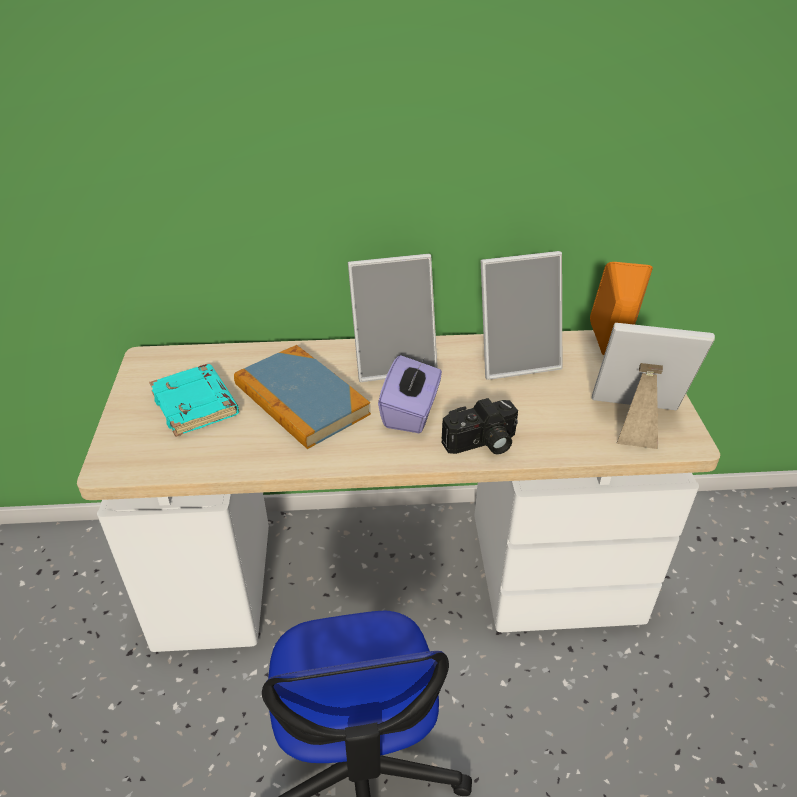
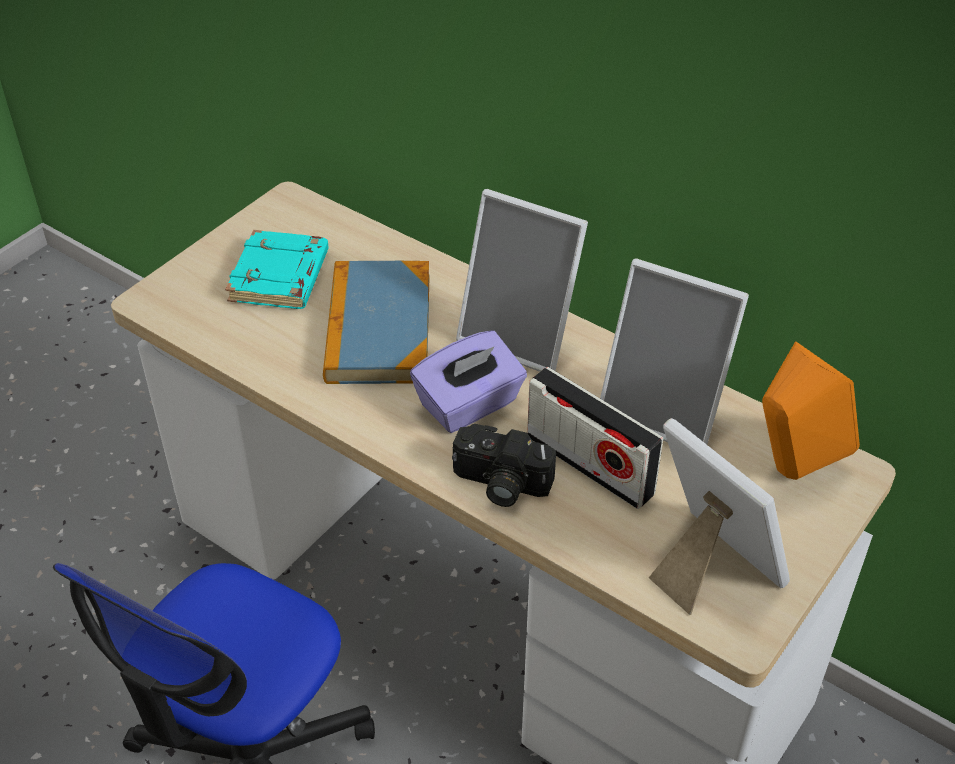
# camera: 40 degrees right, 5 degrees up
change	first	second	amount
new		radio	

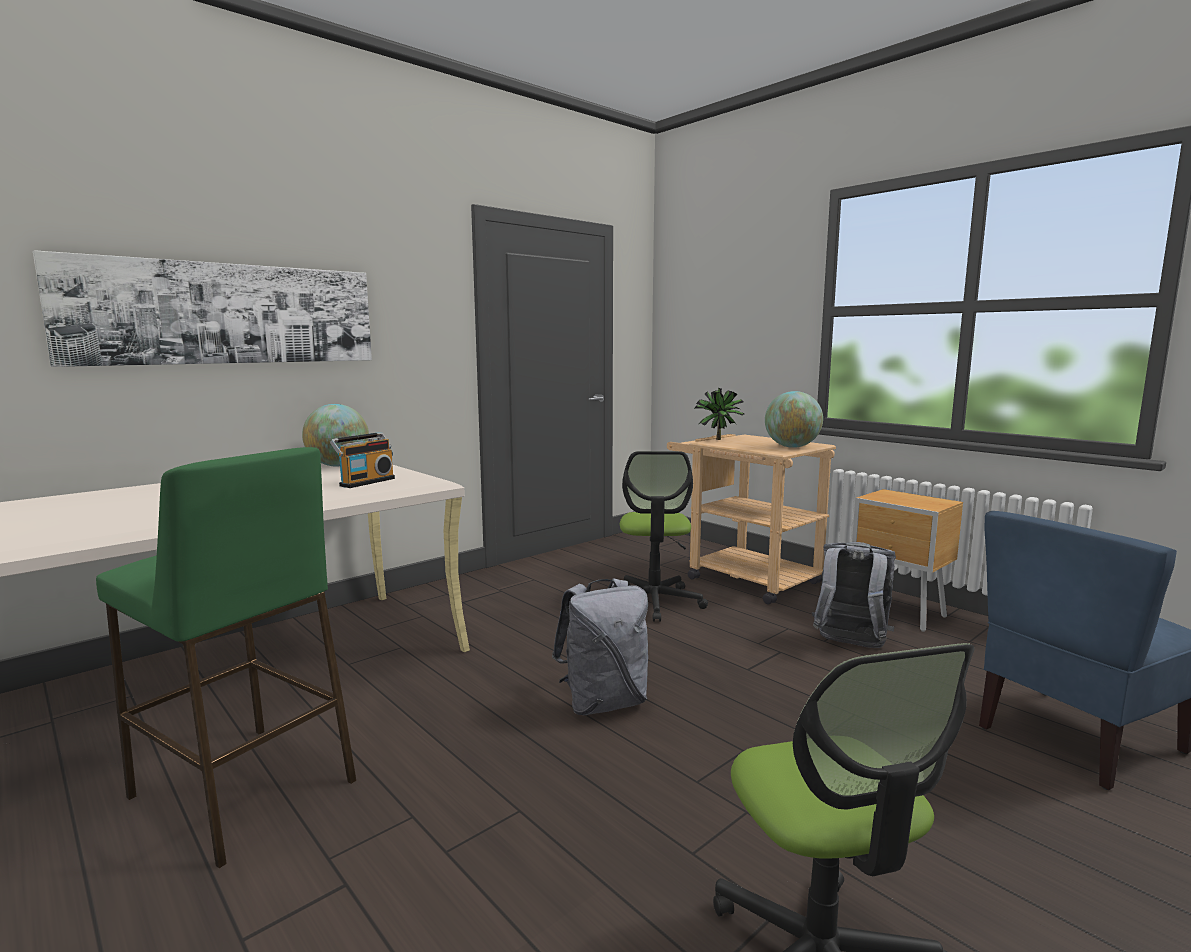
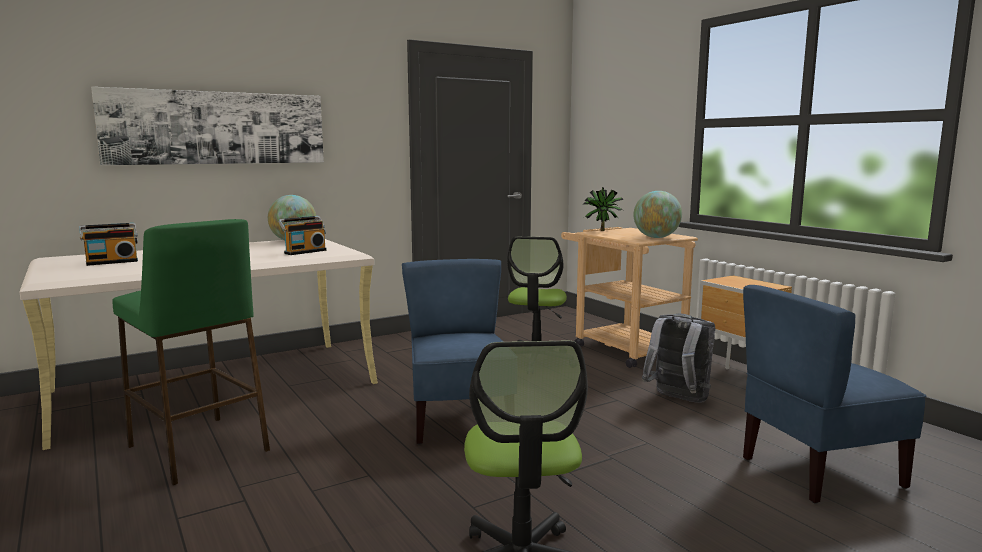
# camera: 10 degrees right, 0 degrees up
change	first	second	amount
new		radio (no. 1 from left)	
swapped	backpack (grey) (no. 1 from left)	chair (blue) (no. 1 from left)	

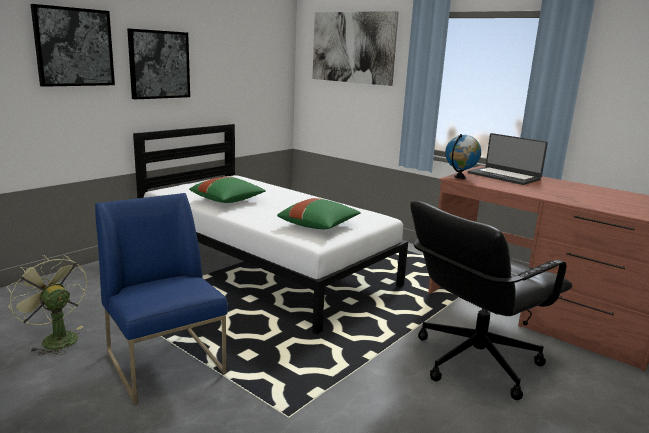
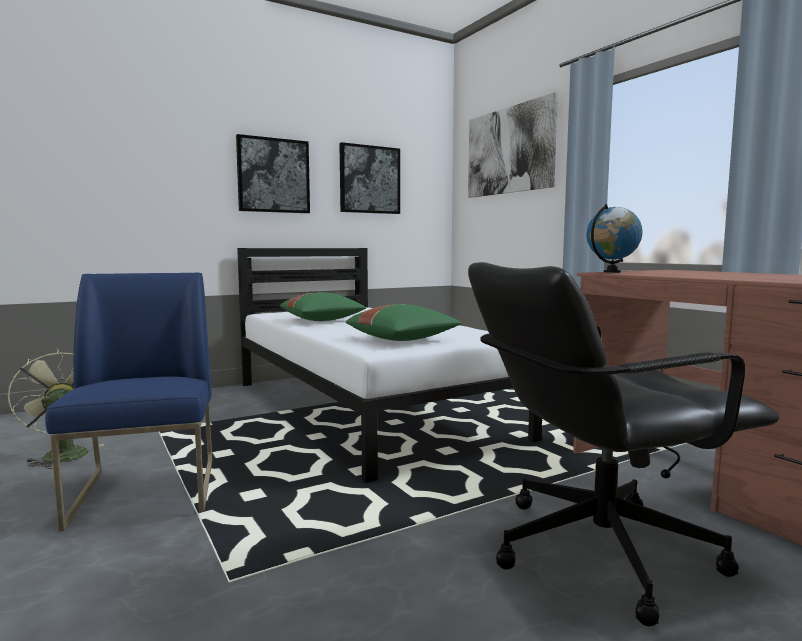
# camera: 20 degrees right, 10 degrees down
change	first	second	amount
gone	laptop		
shifted	picture (no. 1 from left in the first image)	picture (no. 2 from left)	

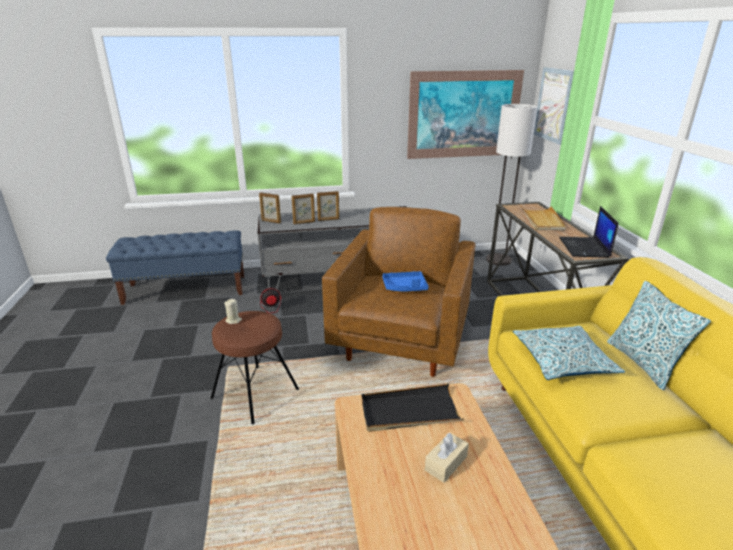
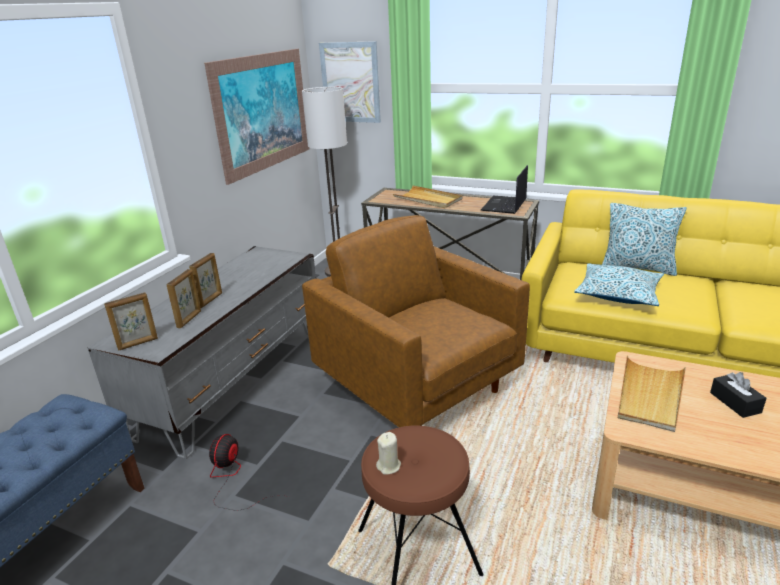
# camera: 55 degrees left, 0 degrees up
change	first	second	amount
gone	tray (blue)		
repainted	tray (black)	tray (beige) (no. 2 from left)	
repainted	tissue box (beige)	tissue box (black)	
rotated	laptop		75 degrees clockwise

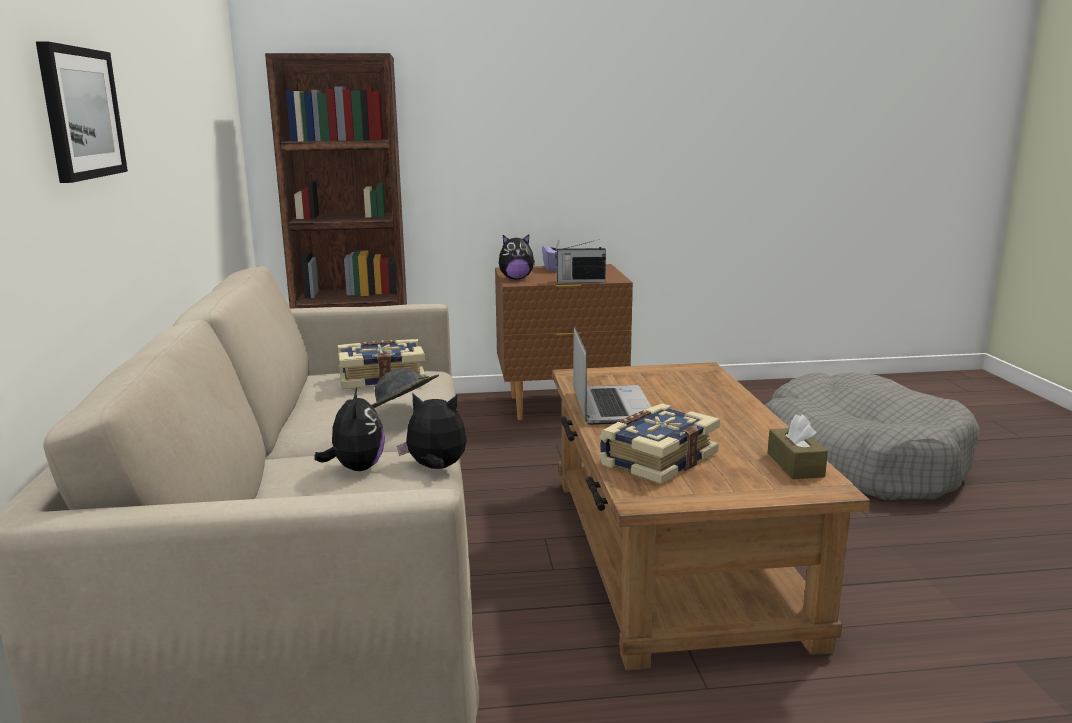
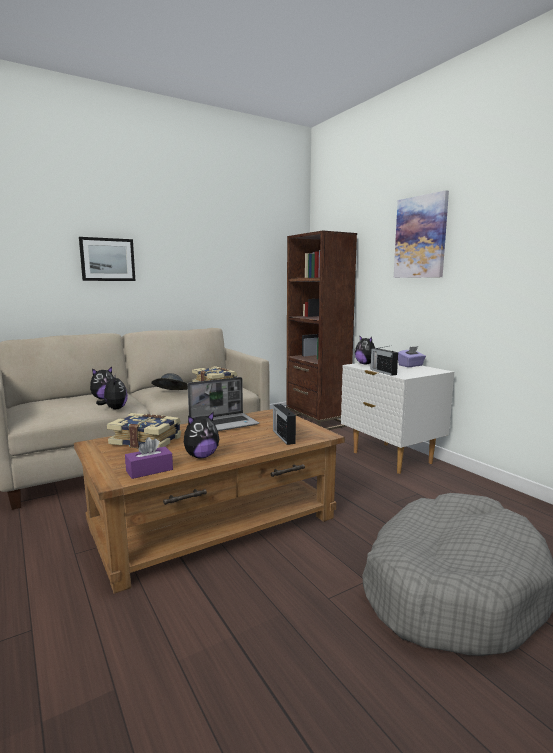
# camera: 65 degrees right, 5 degrees down
change	first	second	amount
new		plush toy (no. 3 from left)	
new		radio (no. 1 from left)	
new		picture (no. 2 from left)	
repainted	nightstand (brown)	nightstand (white)	
repainted	tissue box (brown)	tissue box (purple) (no. 1 from left)	

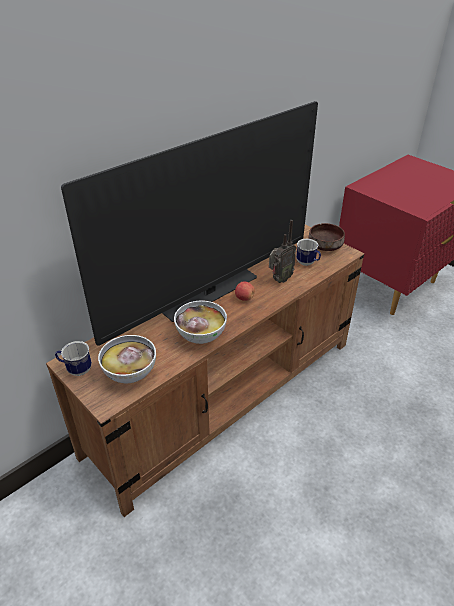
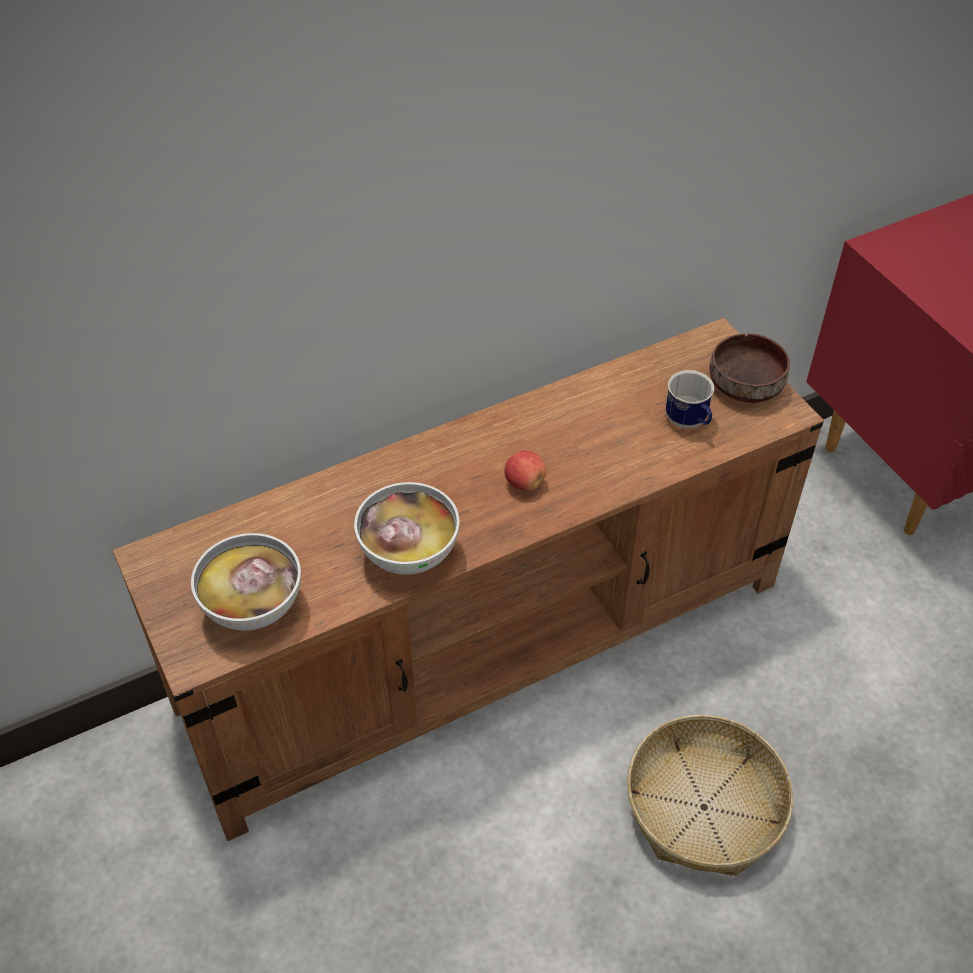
# camera: 15 degrees right, 10 degrees up
change	first	second	amount
gone	mug (no. 1 from left)		
gone	television		
gone	radio		
new		basket	

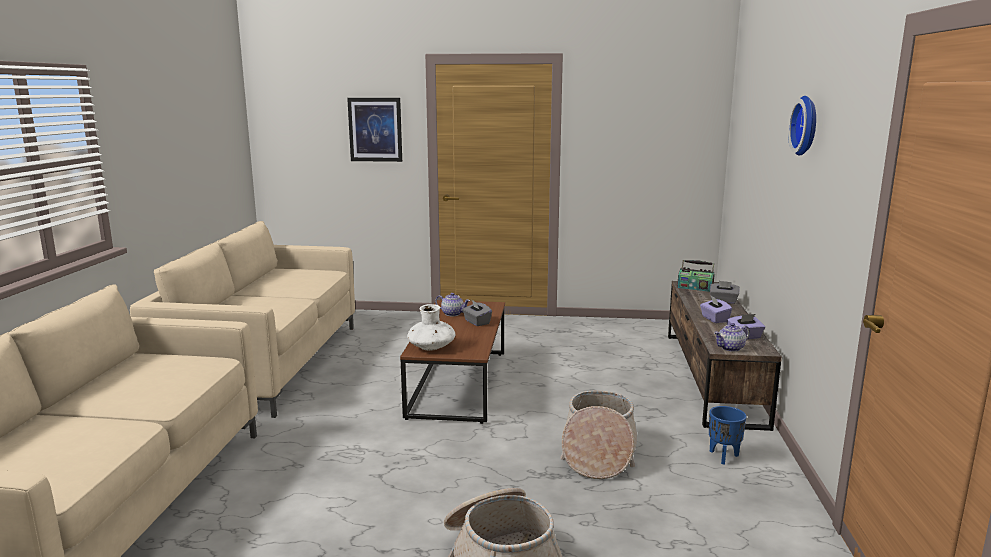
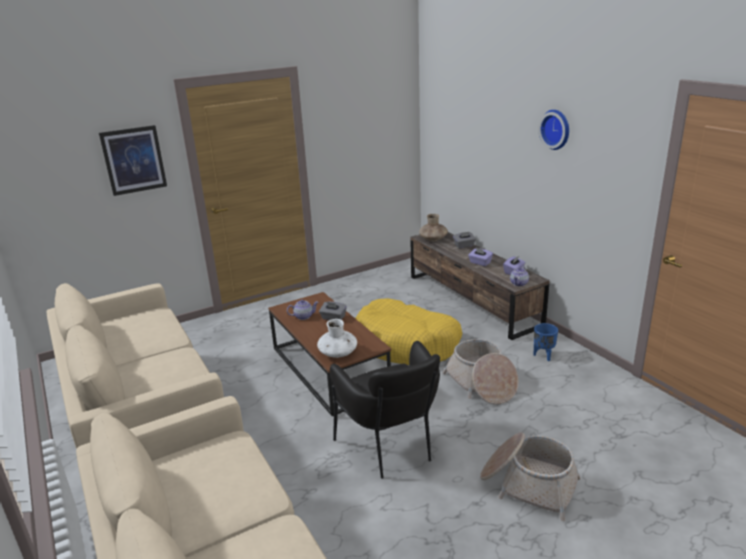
# camera: 35 degrees left, 10 degrees up
change	first	second	amount
new		armchair (black)	
new		dog bed (yellow)	
swapped	radio	vase (brown)	

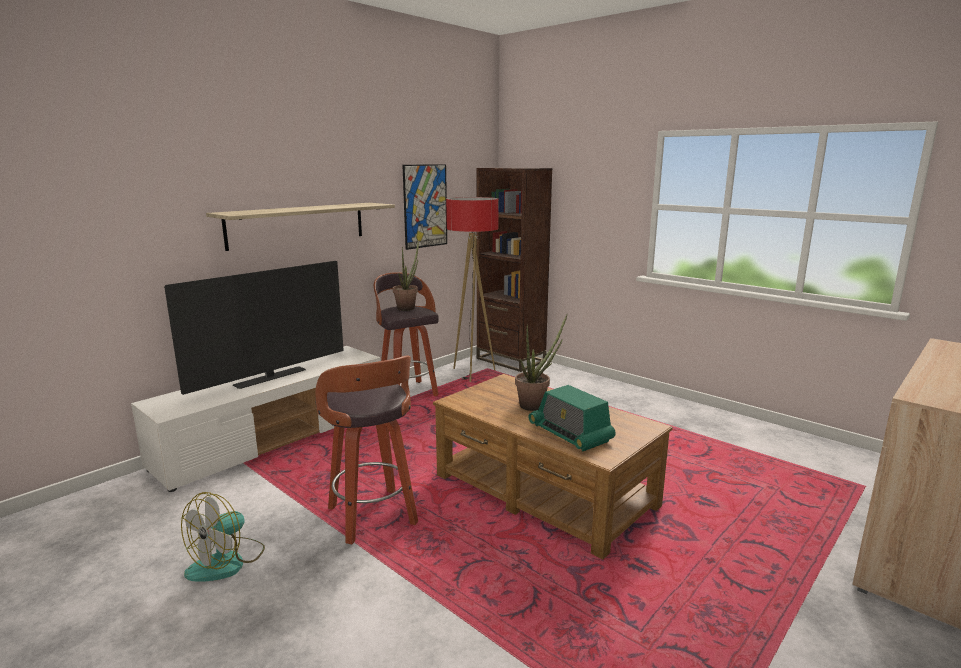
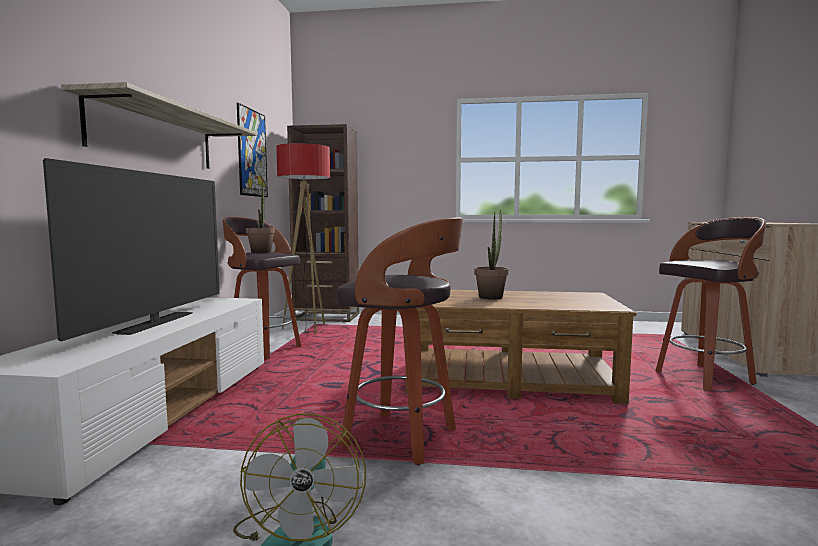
# camera: 35 degrees left, 10 degrees down
change	first	second	amount
gone	radio		
new		stool (no. 3 from left)	

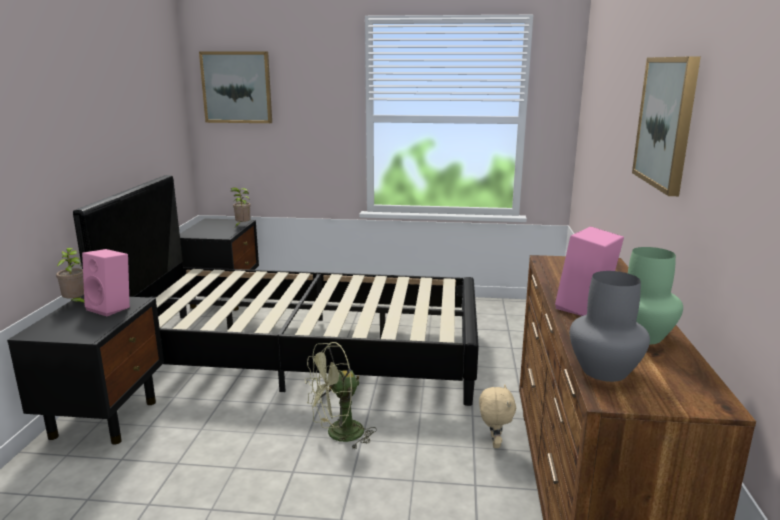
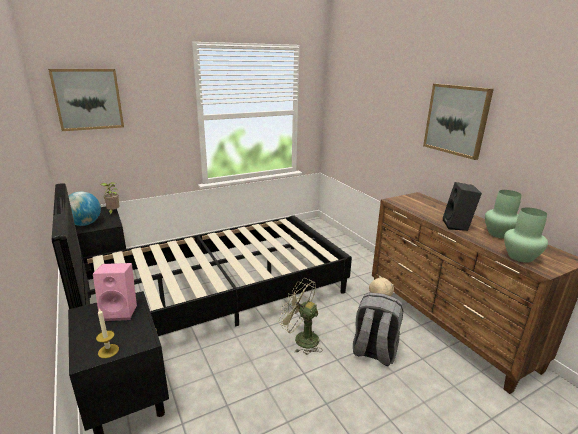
# camera: 35 degrees left, 5 degrees up
change	first	second	amount
gone	potted plant (no. 1 from left)		
new		globe	
new		candle	
new		backpack (grey)	
repainted	speaker (pink) (no. 2 from left)	speaker (black)	
repainted	vase (grey)	vase (green) (no. 2 from left)	
rotated	fan (green)		90 degrees clockwise

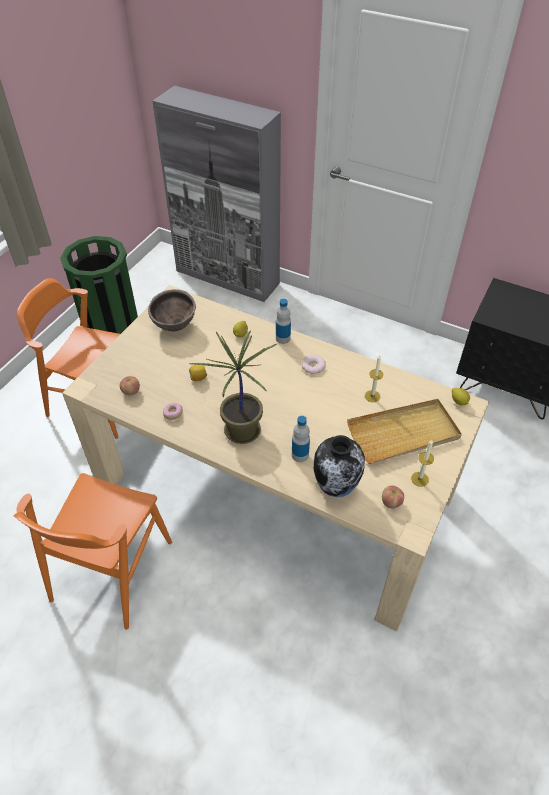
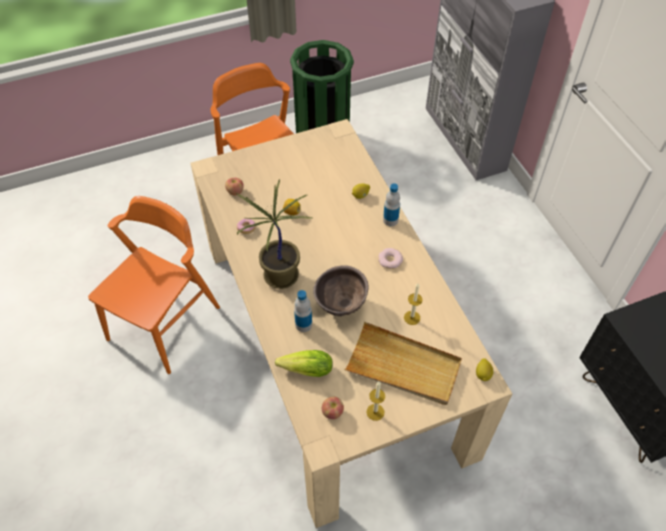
# camera: 40 degrees right, 5 degrees up
change	first	second	amount
shifted	bowl (brown)		
swapped	vase	lettuce	
rotated	chair (orange) (no. 2 from left in the first image)	chair (orange) (no. 1 from left)	150 degrees clockwise

